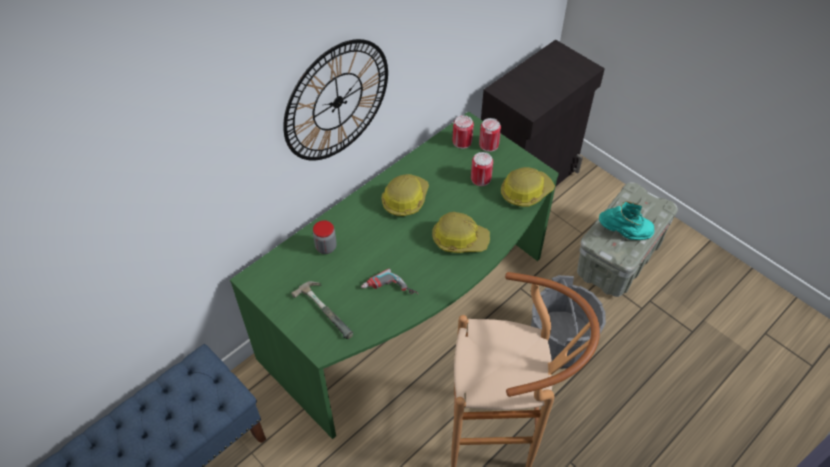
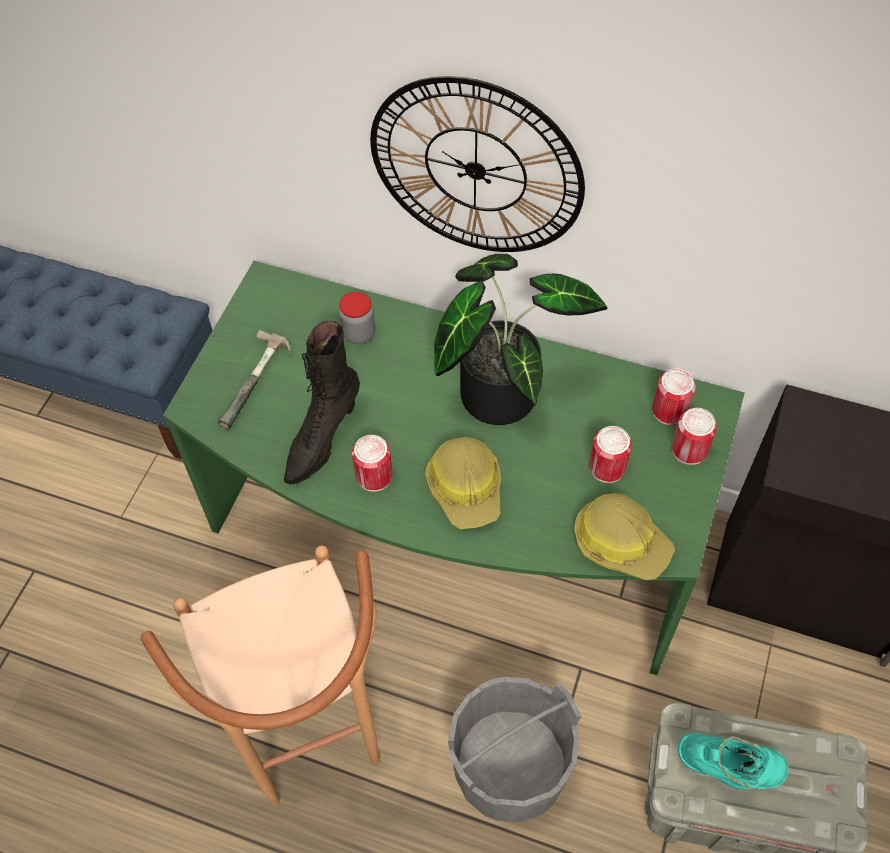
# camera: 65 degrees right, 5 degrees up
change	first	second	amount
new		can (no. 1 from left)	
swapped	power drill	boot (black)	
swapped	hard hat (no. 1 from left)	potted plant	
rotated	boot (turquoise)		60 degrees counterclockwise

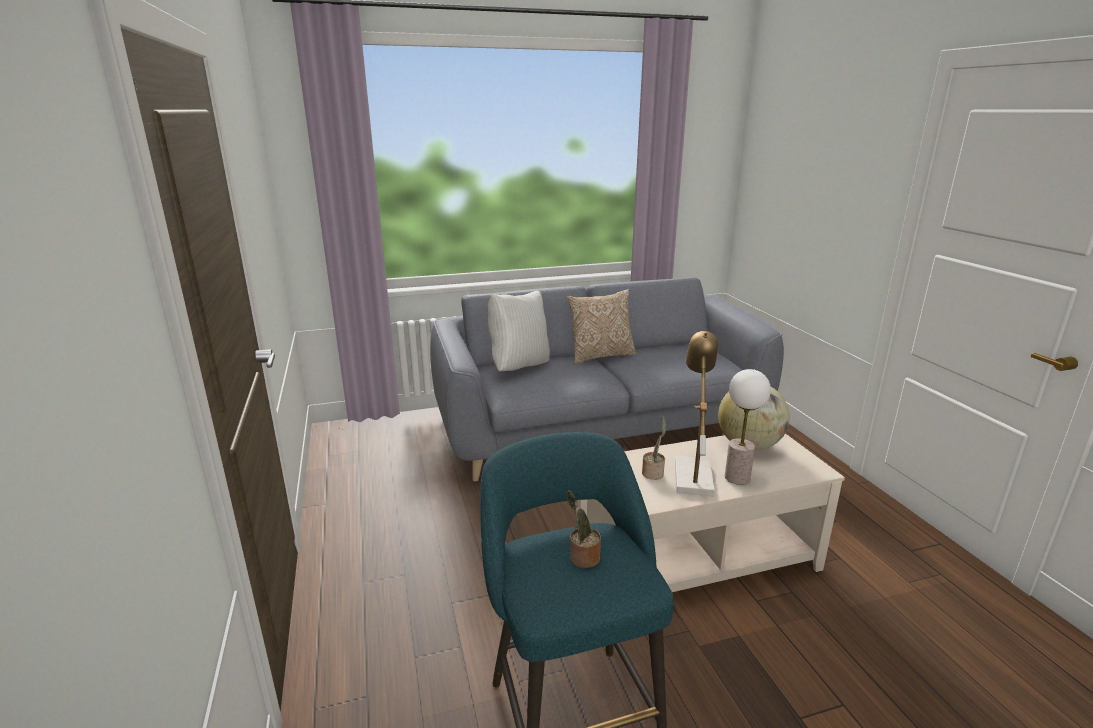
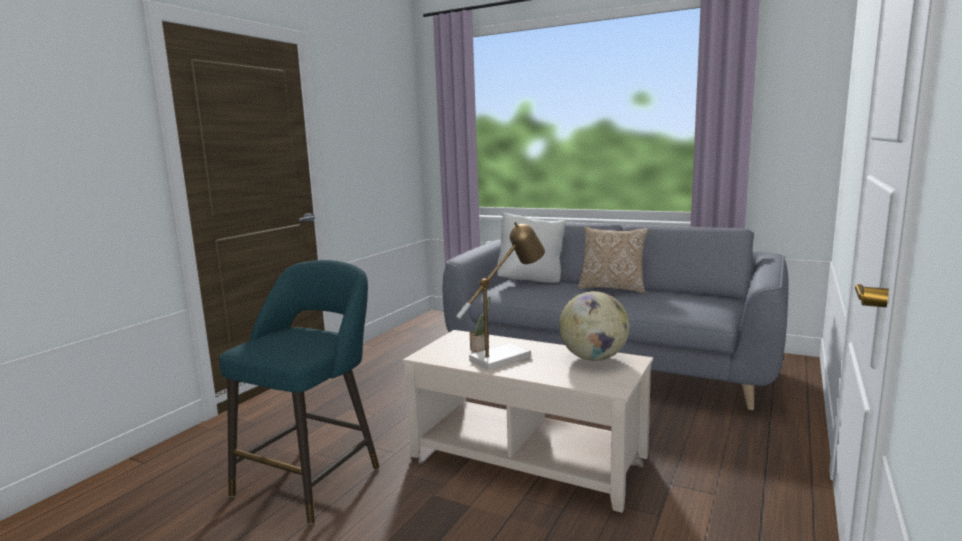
# camera: 45 degrees right, 10 degrees down
change	first	second	amount
gone	potted plant (no. 1 from left)		
gone	table lamp (no. 2 from left)		

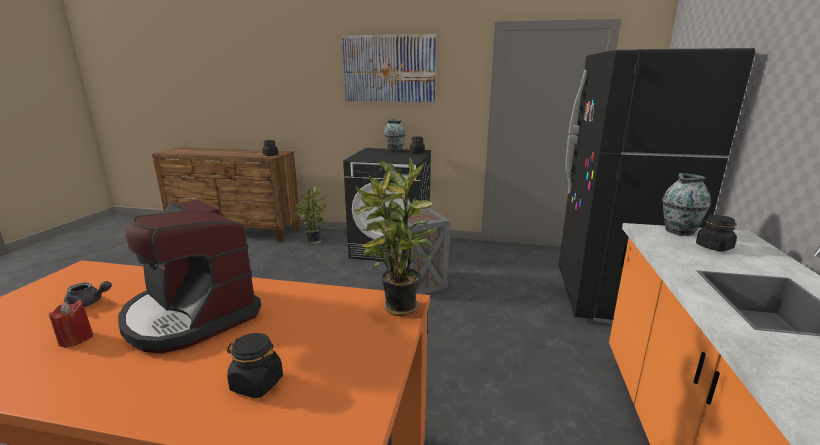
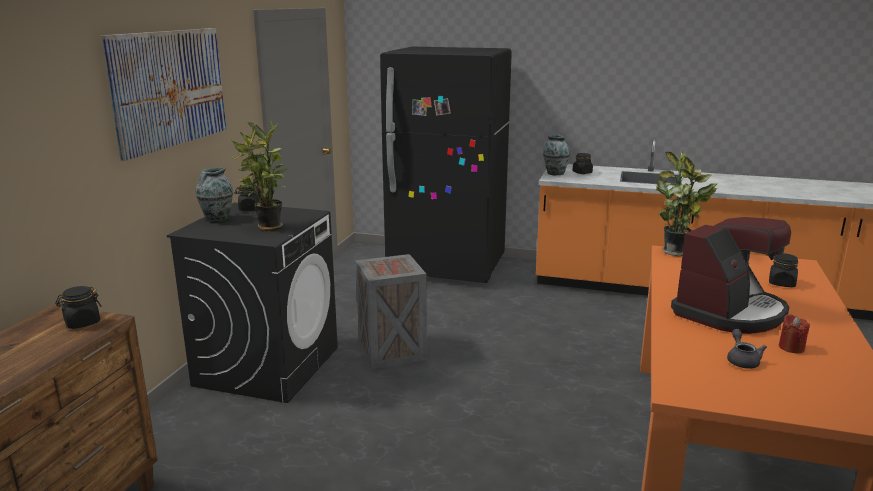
# camera: 85 degrees left, 0 degrees up
change	first	second	amount
shifted	potted plant (no. 1 from left)		

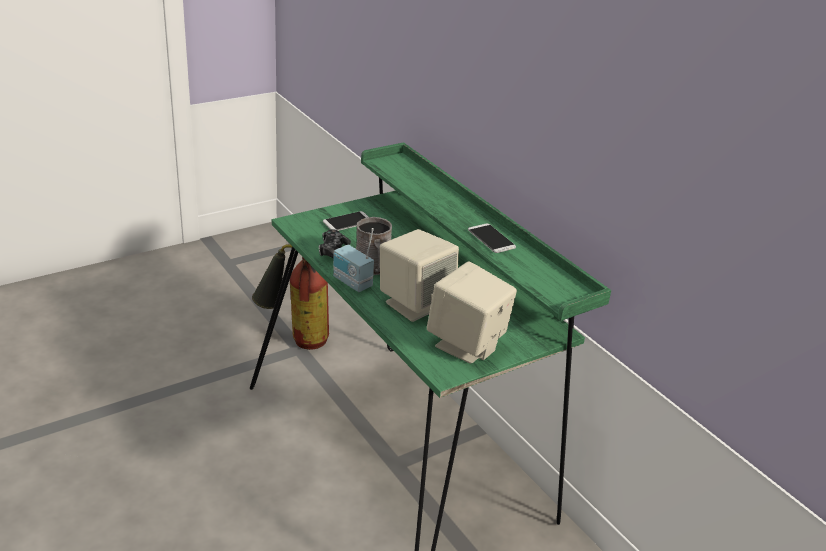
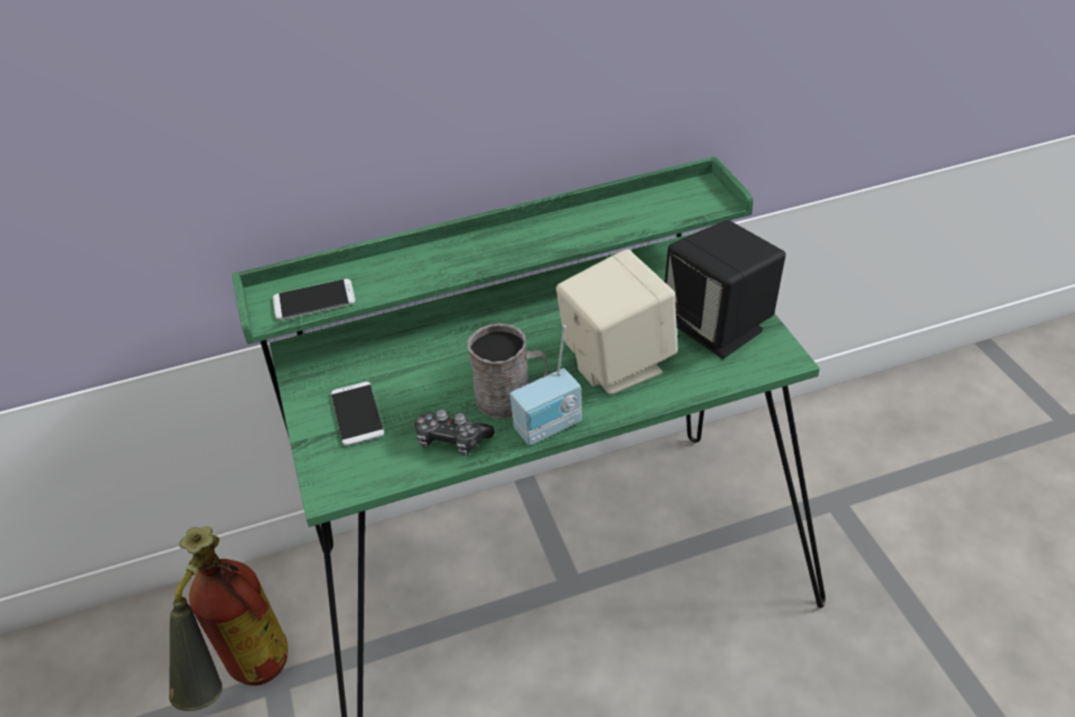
# camera: 70 degrees left, 10 degrees up
change	first	second	amount
shifted	phone (no. 2 from left in the first image)	phone (no. 1 from left)	
repainted	speaker (beige) (no. 2 from left)	speaker (black)	

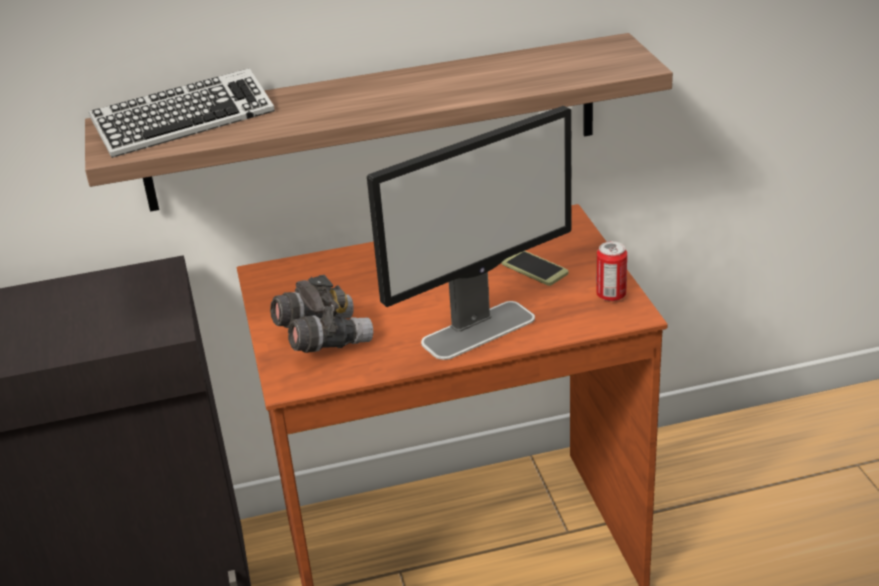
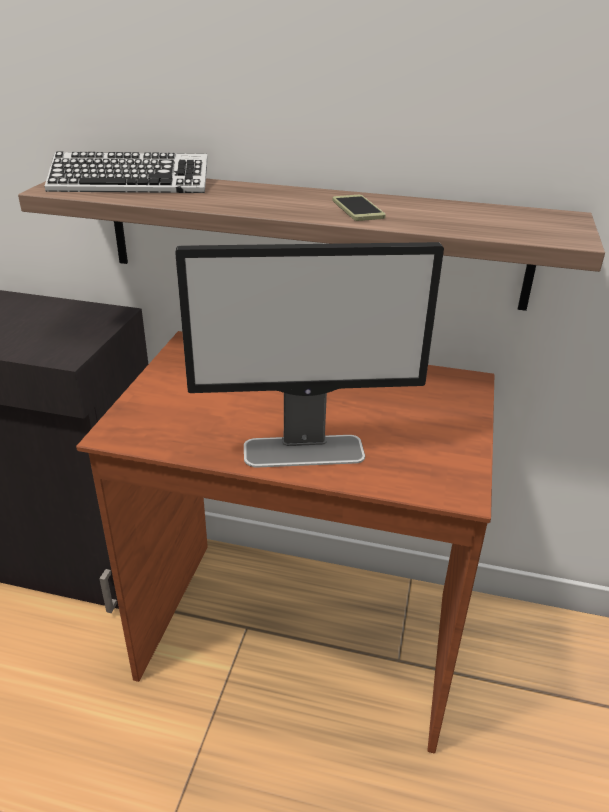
# camera: 25 degrees right, 0 degrees up
change	first	second	amount
gone	binoculars (grey)		
gone	can		
shifted	phone		

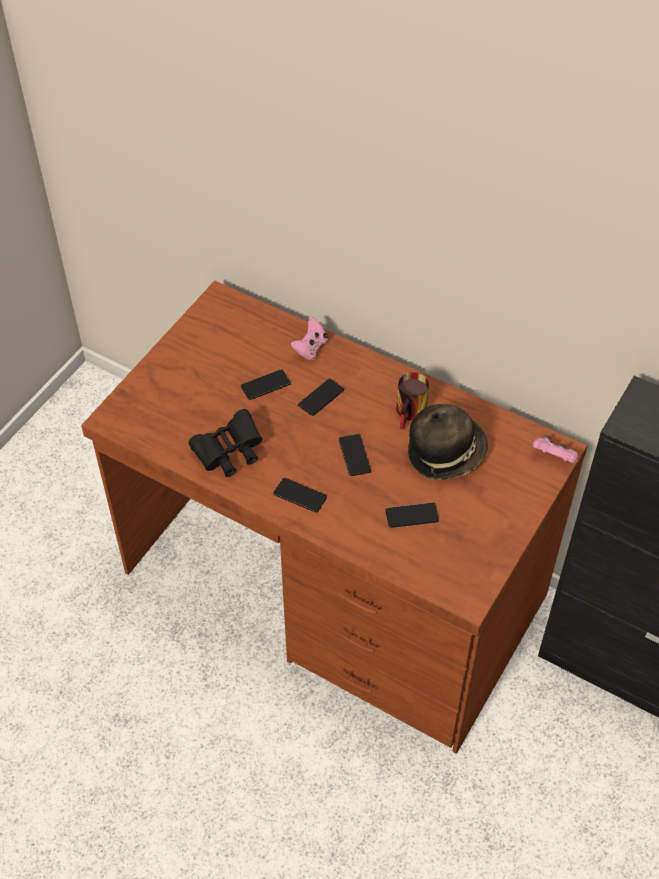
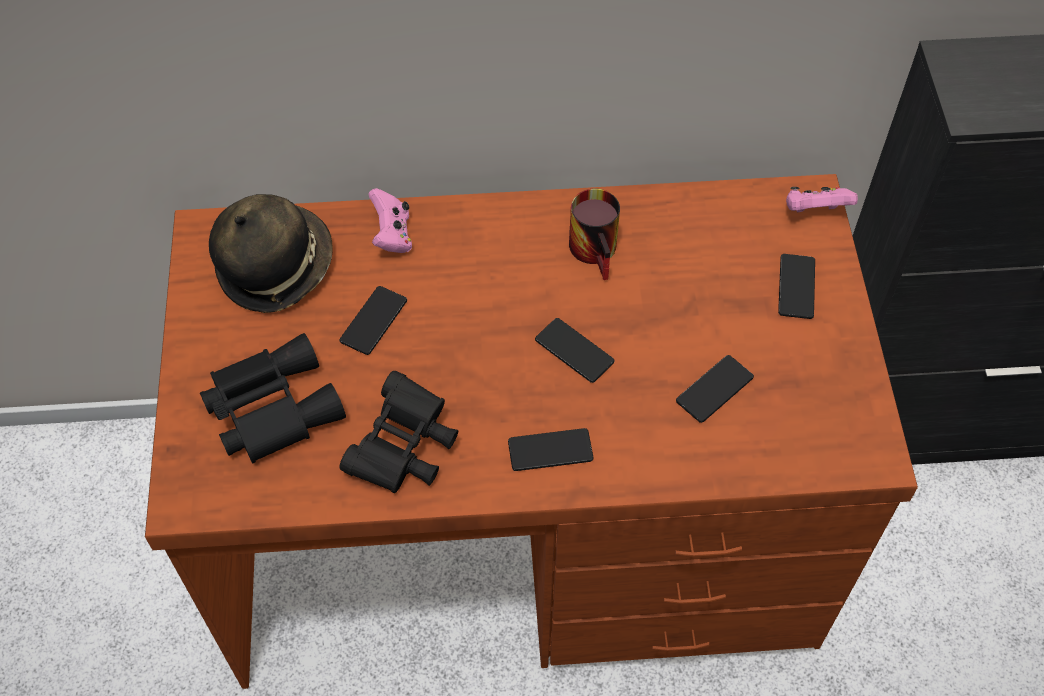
# camera: 35 degrees left, 5 degrees up
change	first	second	amount
new		binoculars (black) (no. 1 from left)	
shifted	phone (no. 3 from left in the first image)	phone (no. 5 from left)	
shifted	hat		

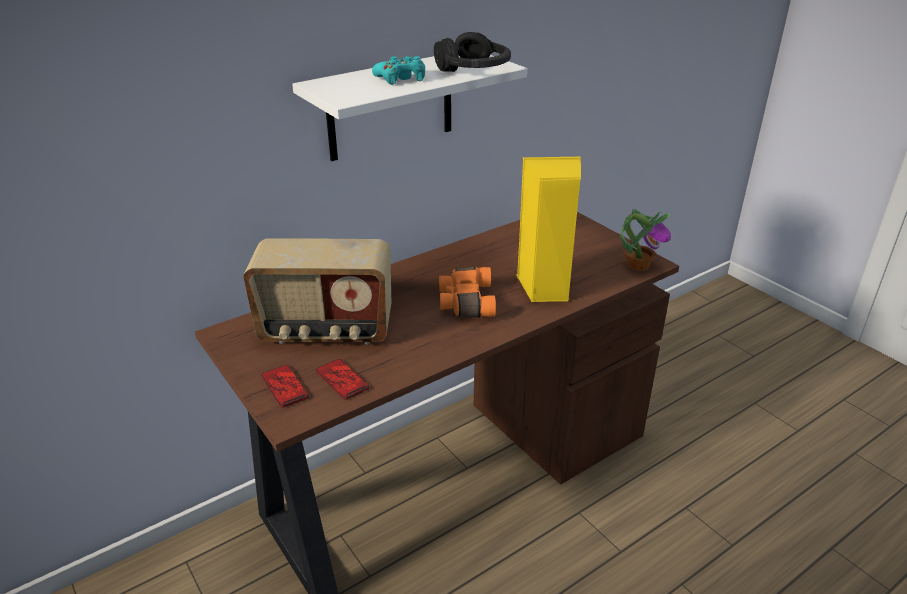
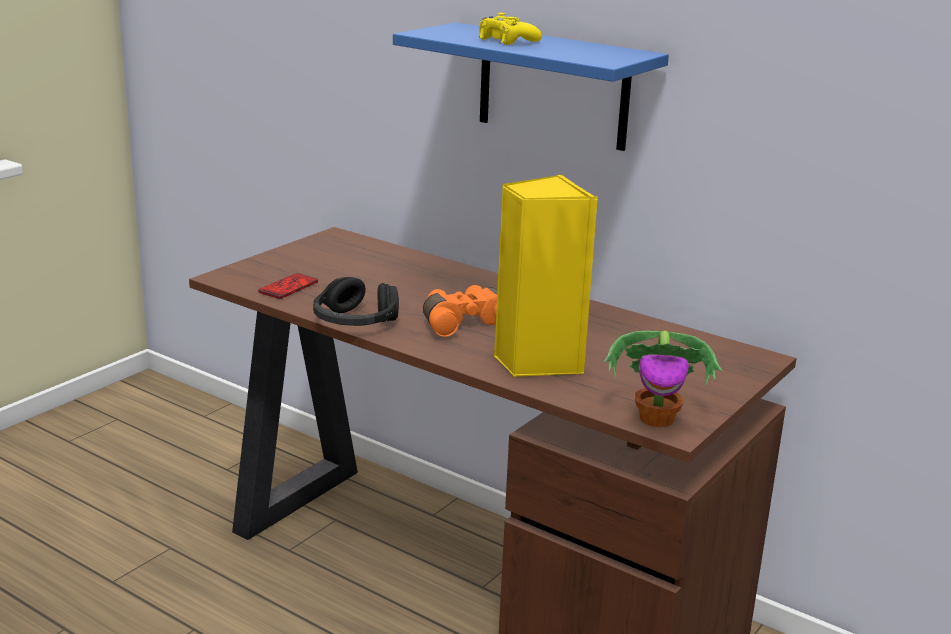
# camera: 70 degrees right, 10 degrees down
change	first	second	amount
gone	radio		
gone	phone (no. 1 from left)		
shifted	headphones (black)		
repainted	shelf (white)	shelf (blue)	
repainted	game controller (turquoise)	game controller (yellow)	

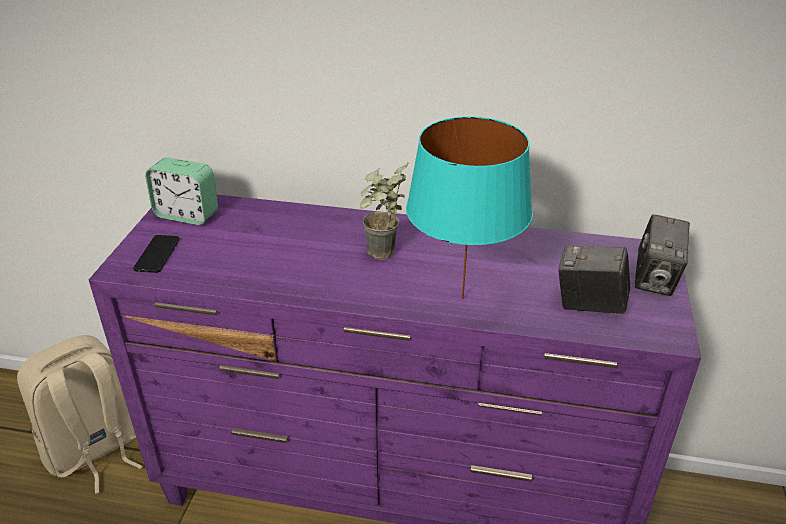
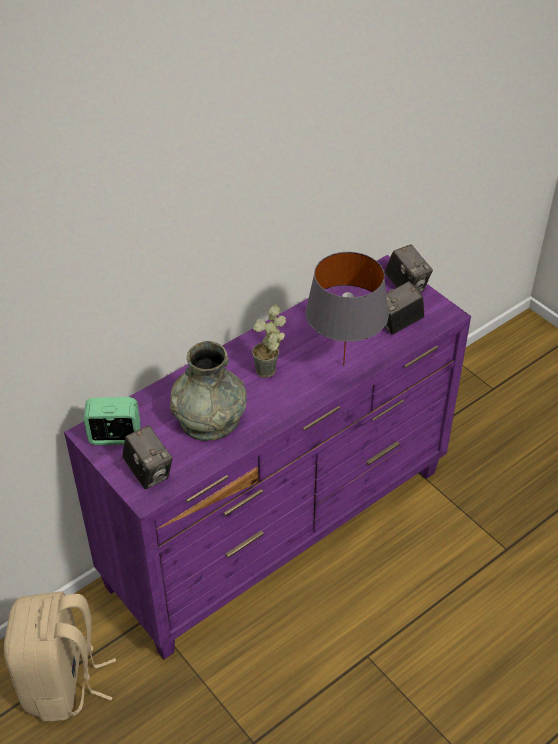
# camera: 50 degrees left, 10 degrees up
change	first	second	amount
new		vase (grey)	
swapped	phone	photo camera (no. 1 from left)	
repainted	table lamp (turquoise)	table lamp (grey)	
rotated	alarm clock		150 degrees counterclockwise

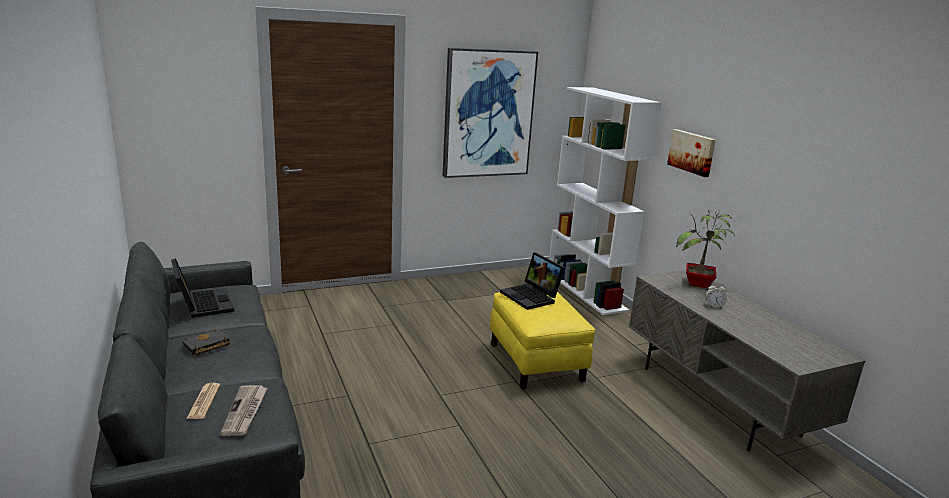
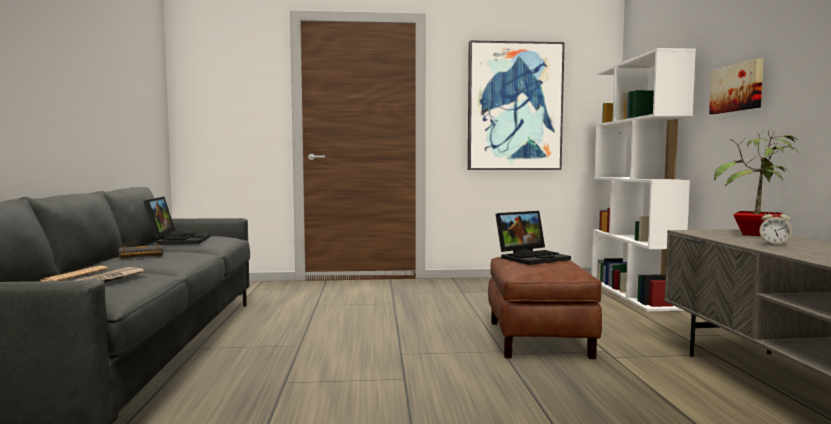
# camera: 20 degrees right, 15 degrees down
change	first	second	amount
repainted	ottoman (yellow)	ottoman (brown)	
rotated	laptop (no. 2 from left)		105 degrees counterclockwise

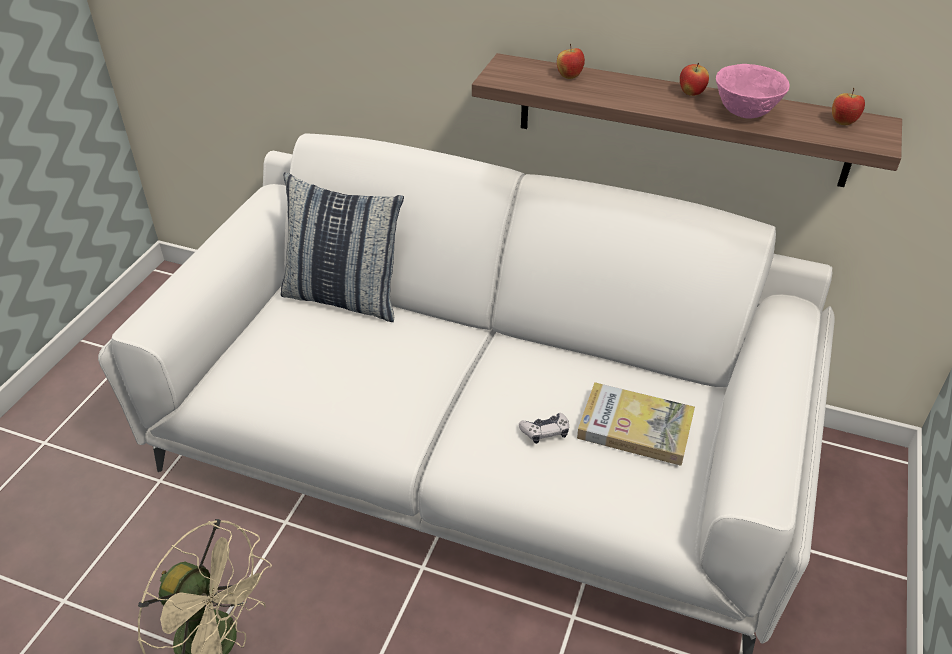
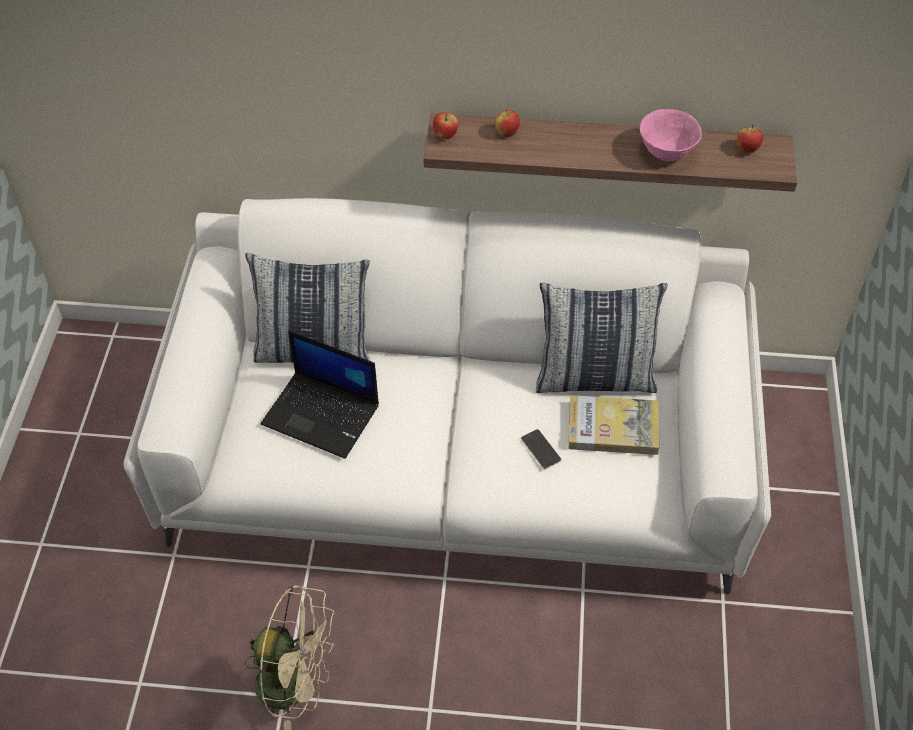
# camera: 15 degrees left, 10 degrees up
change	first	second	amount
new		laptop	
new		pillow (no. 2 from left)	
shifted	apple (no. 2 from left in the first image)	apple (no. 1 from left)	
swapped	game controller	phone	

